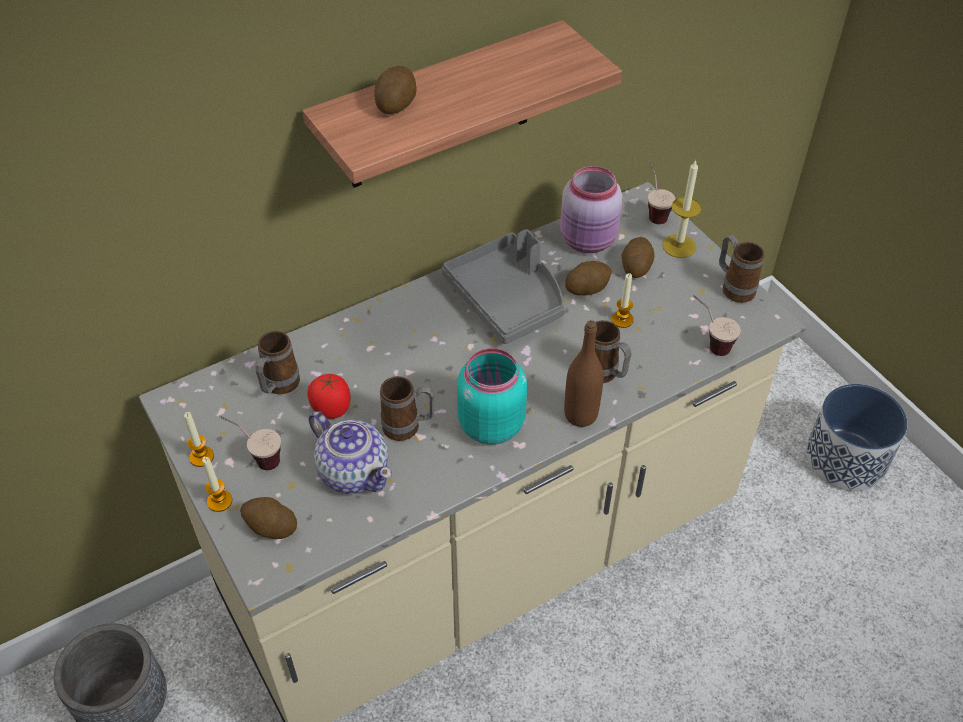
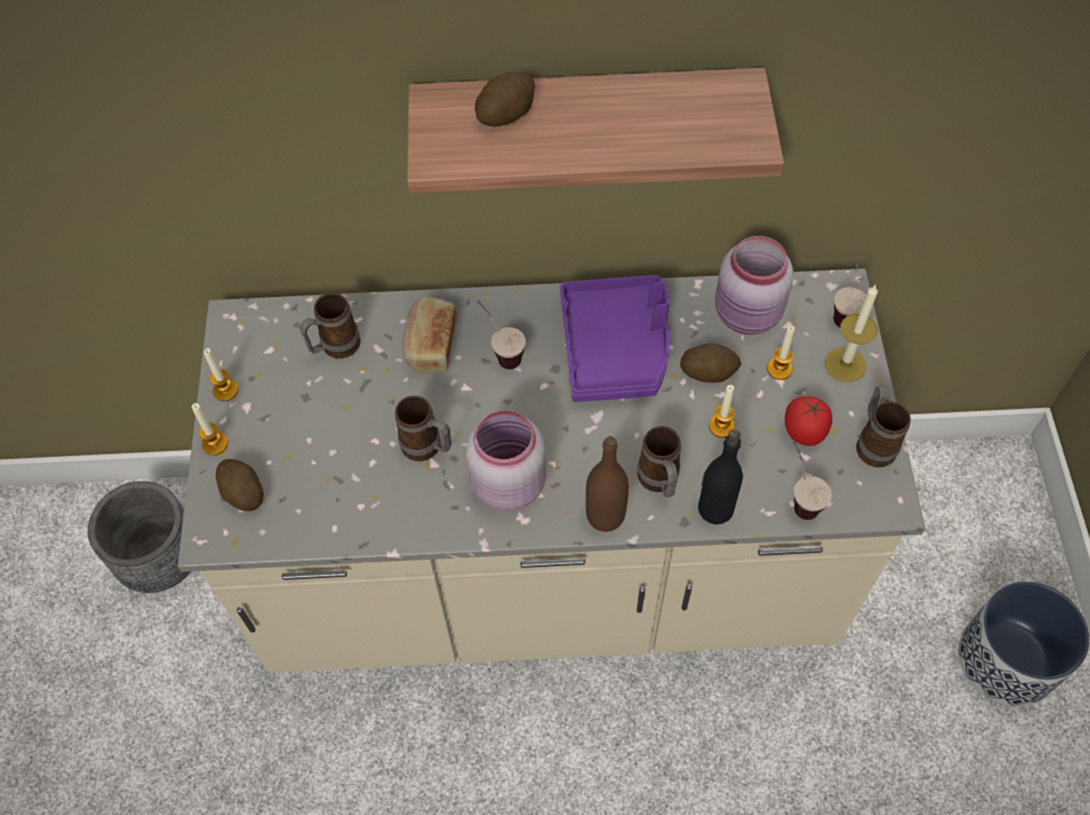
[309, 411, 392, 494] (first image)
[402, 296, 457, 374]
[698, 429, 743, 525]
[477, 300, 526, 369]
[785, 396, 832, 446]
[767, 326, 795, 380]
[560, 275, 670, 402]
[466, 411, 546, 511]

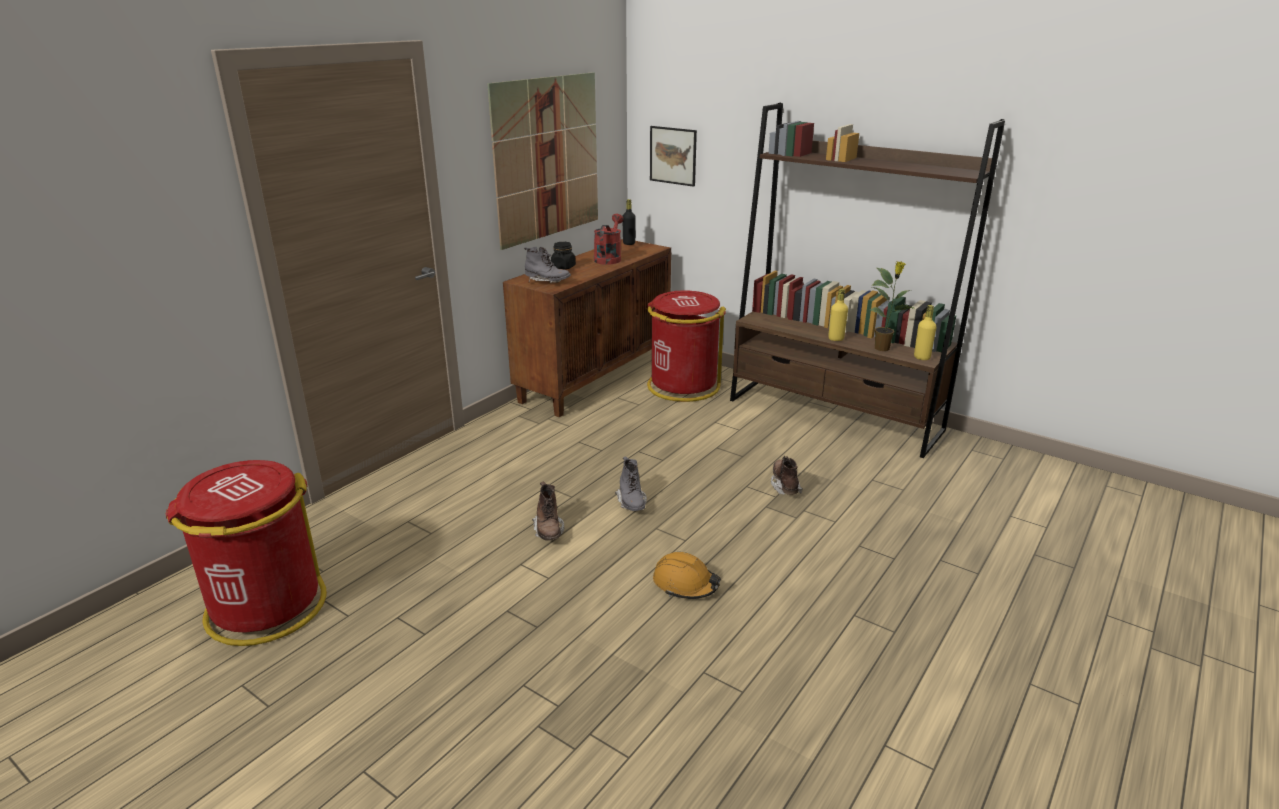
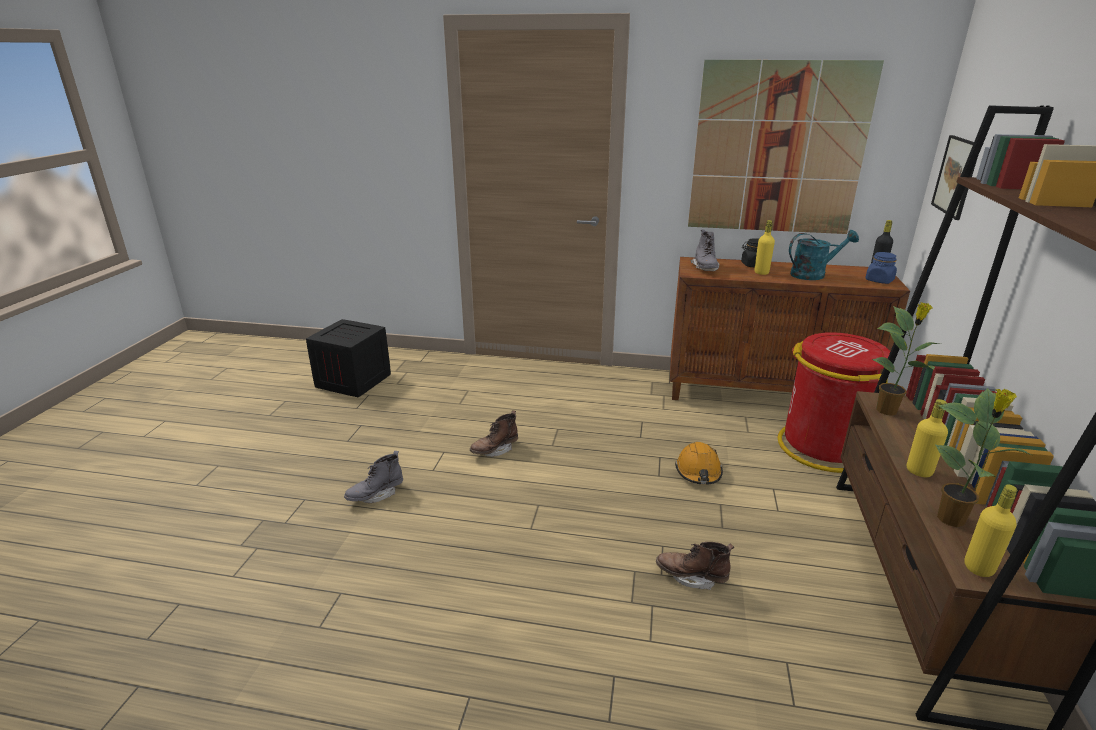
[754, 220, 775, 275]
[865, 252, 897, 284]
[872, 302, 939, 416]
[344, 451, 403, 503]
[675, 442, 723, 485]
[306, 319, 391, 398]
[789, 230, 859, 280]
[656, 542, 734, 590]

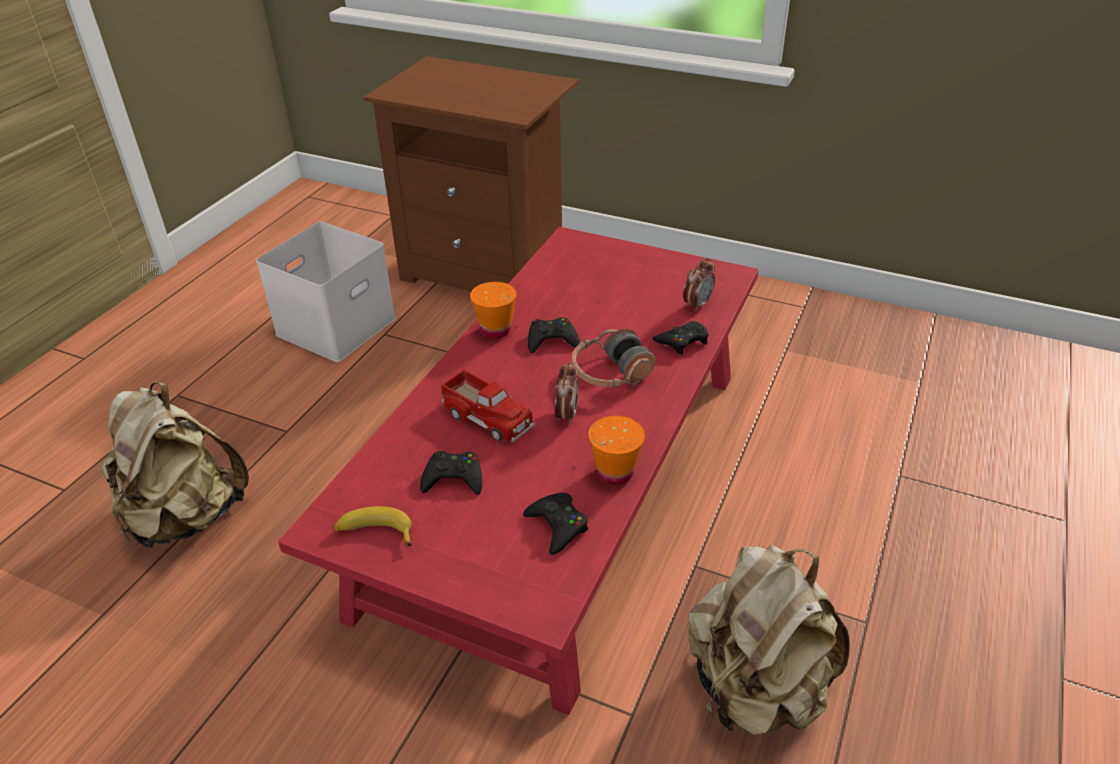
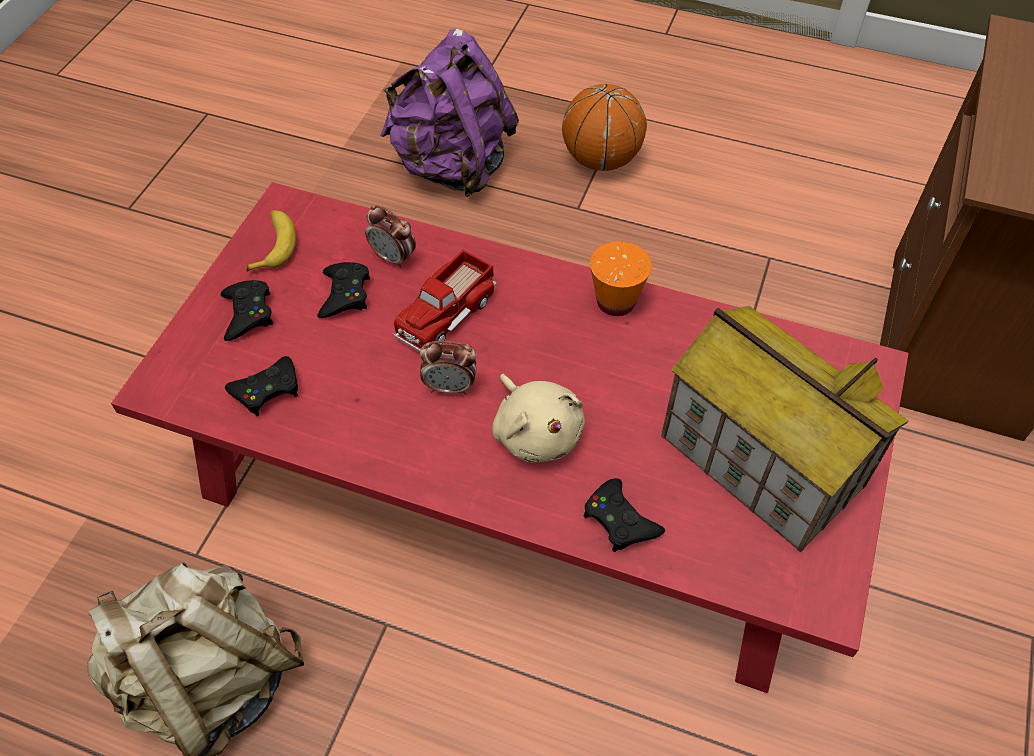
[256, 221, 396, 362] (first image)
[588, 415, 645, 485] (first image)
[562, 84, 647, 171]
[661, 306, 908, 552]
[221, 280, 273, 341]
[365, 205, 416, 269]
[492, 374, 585, 463]
[380, 29, 519, 197]

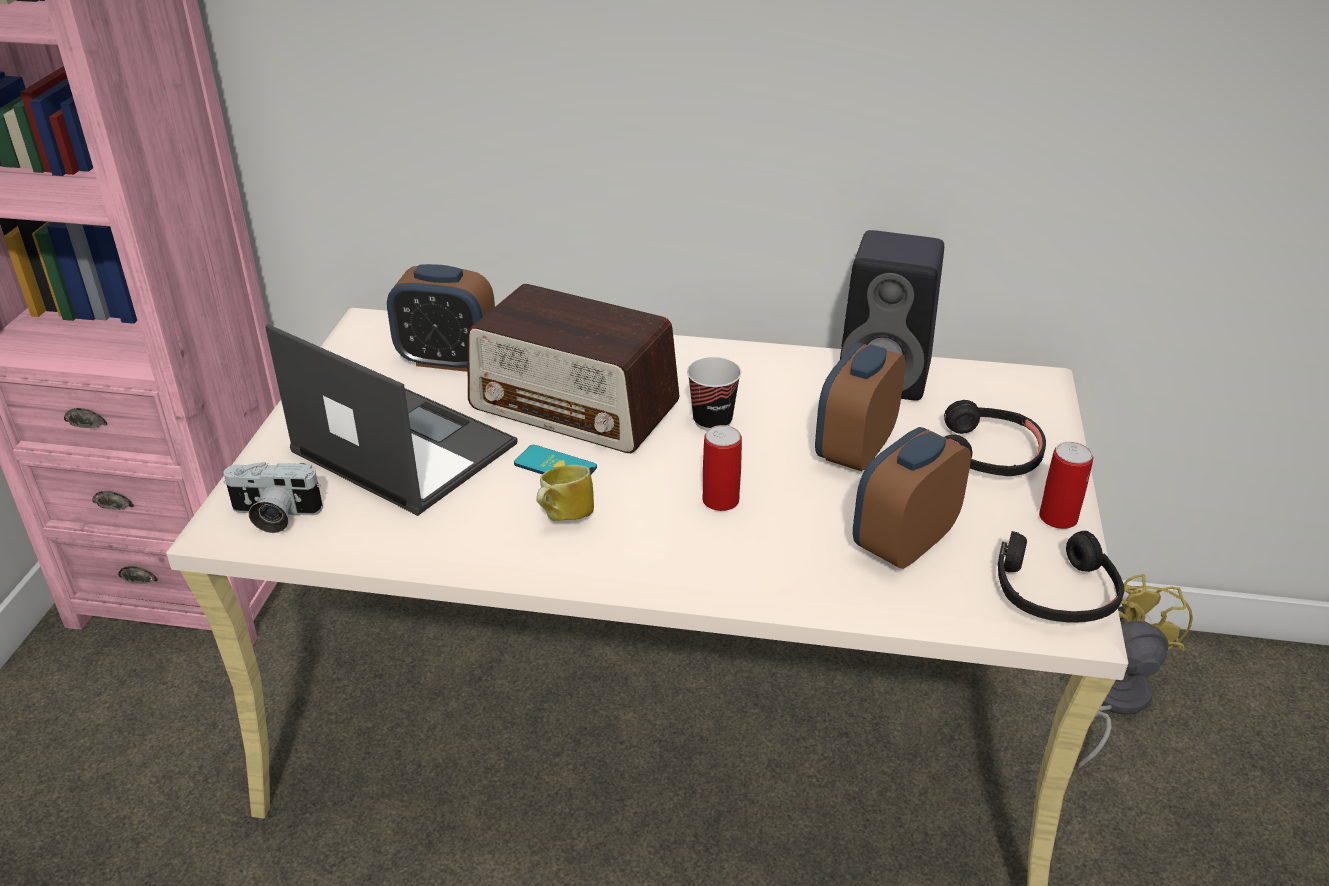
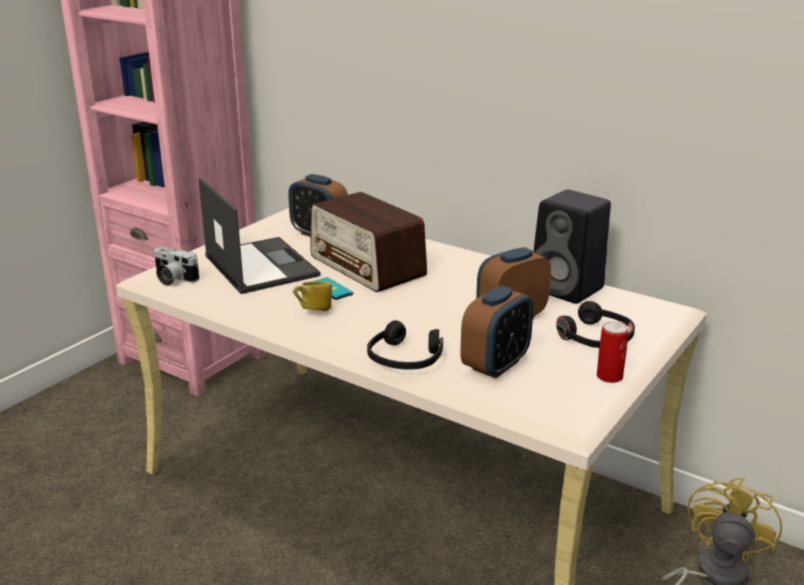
[687, 357, 741, 431] (first image)
[702, 425, 742, 511] (first image)
[367, 320, 443, 370]
[460, 286, 533, 378]

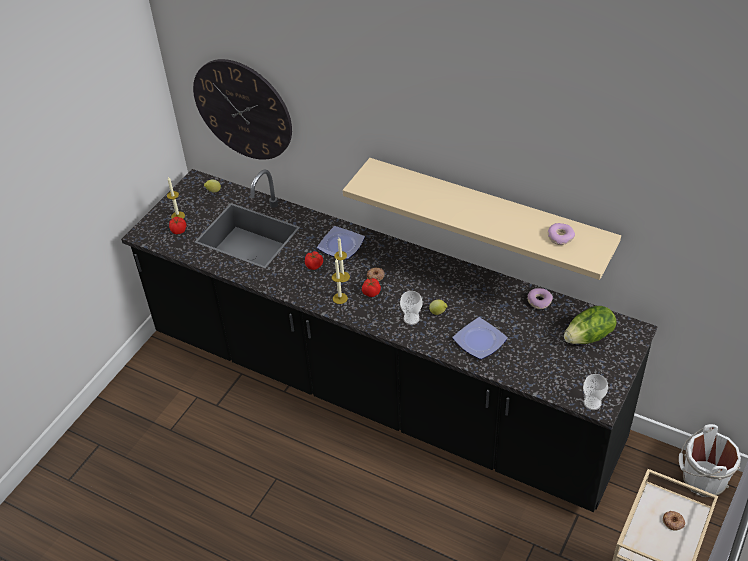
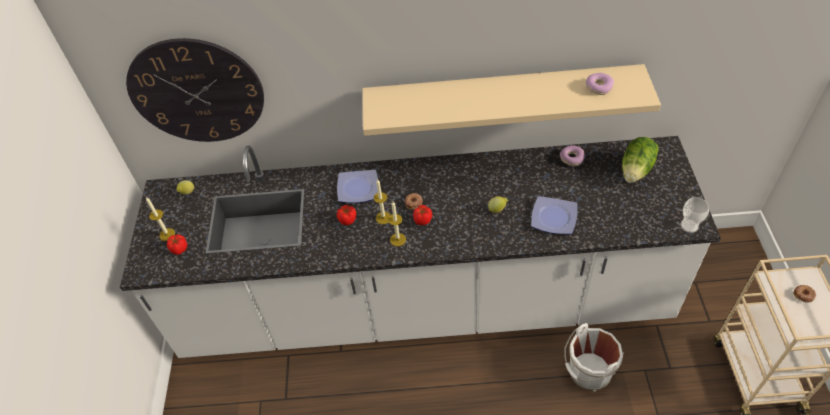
[400, 291, 422, 325] (first image)
[564, 323, 624, 392]
[120, 136, 721, 358]

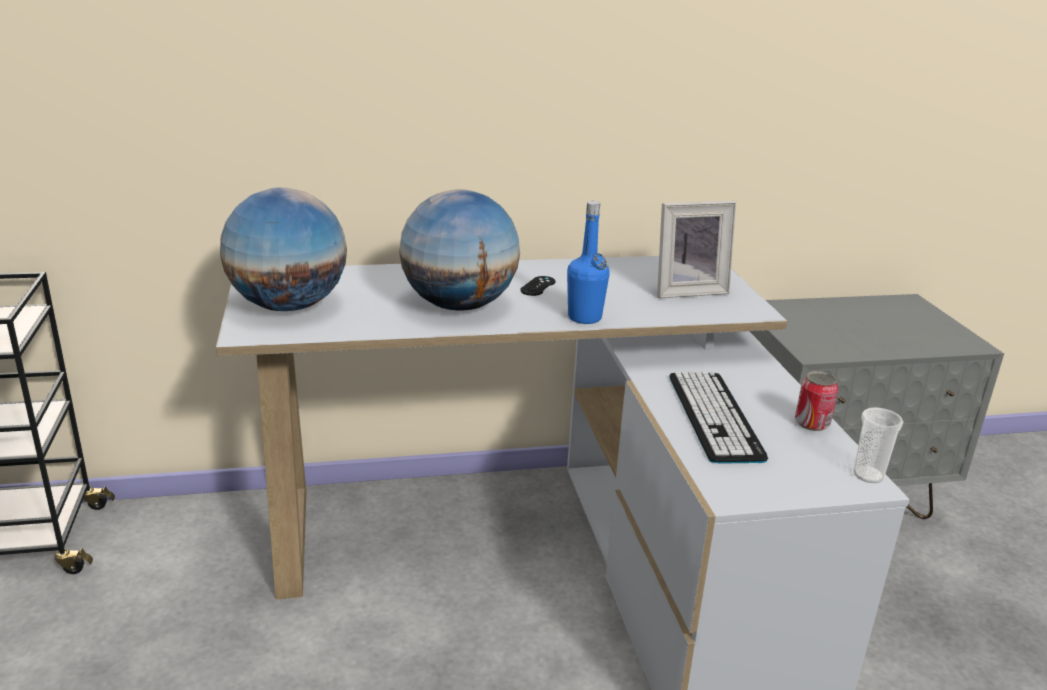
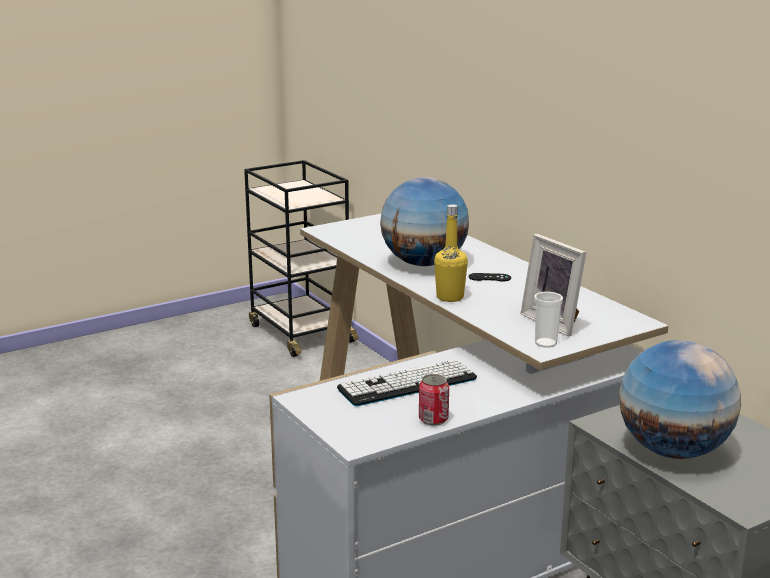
[619, 340, 741, 459]
[534, 292, 563, 348]
[434, 204, 468, 302]

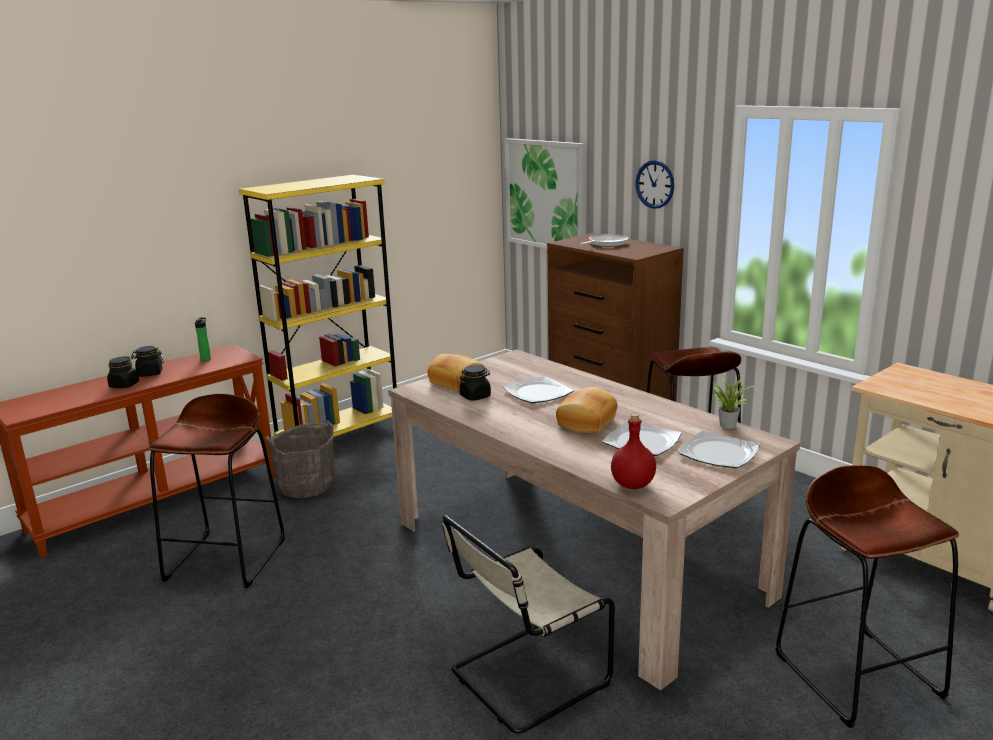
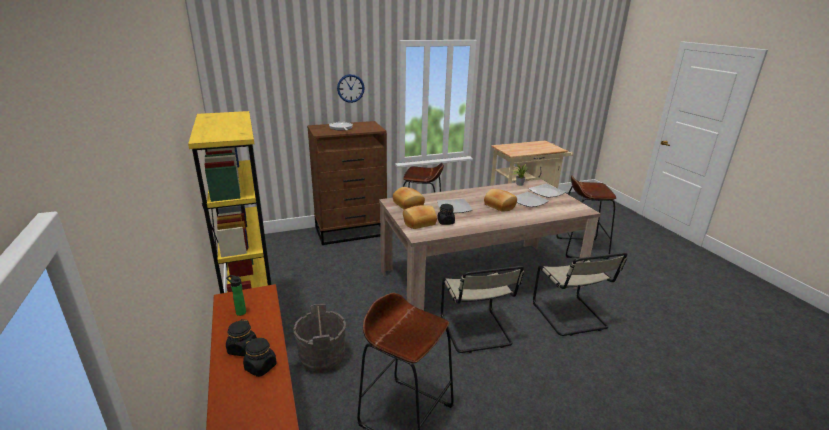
[505, 138, 584, 249] (first image)
[611, 413, 656, 489] (first image)
[393, 187, 425, 210]
[441, 266, 524, 353]

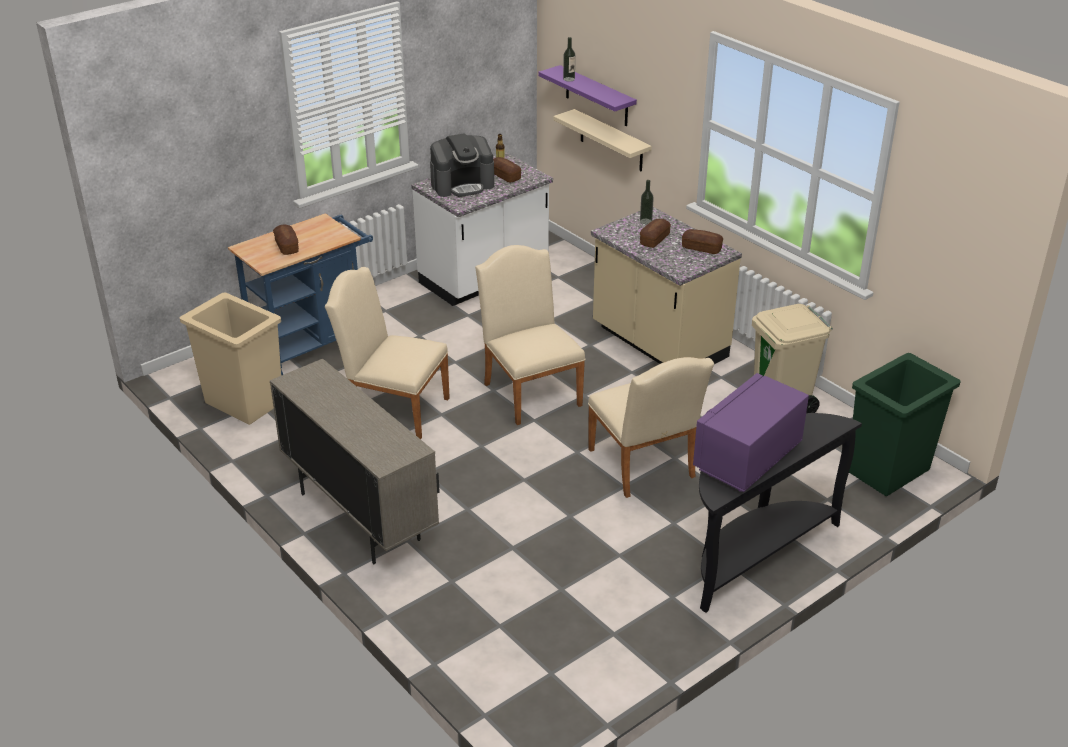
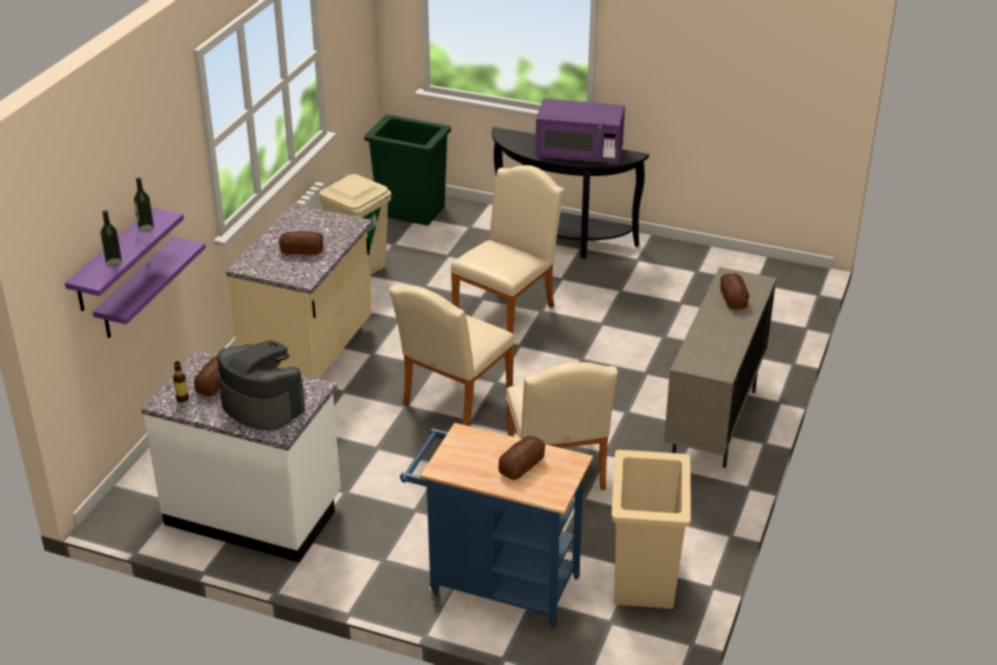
[134, 177, 154, 232]
[720, 273, 749, 309]
[93, 237, 206, 338]

